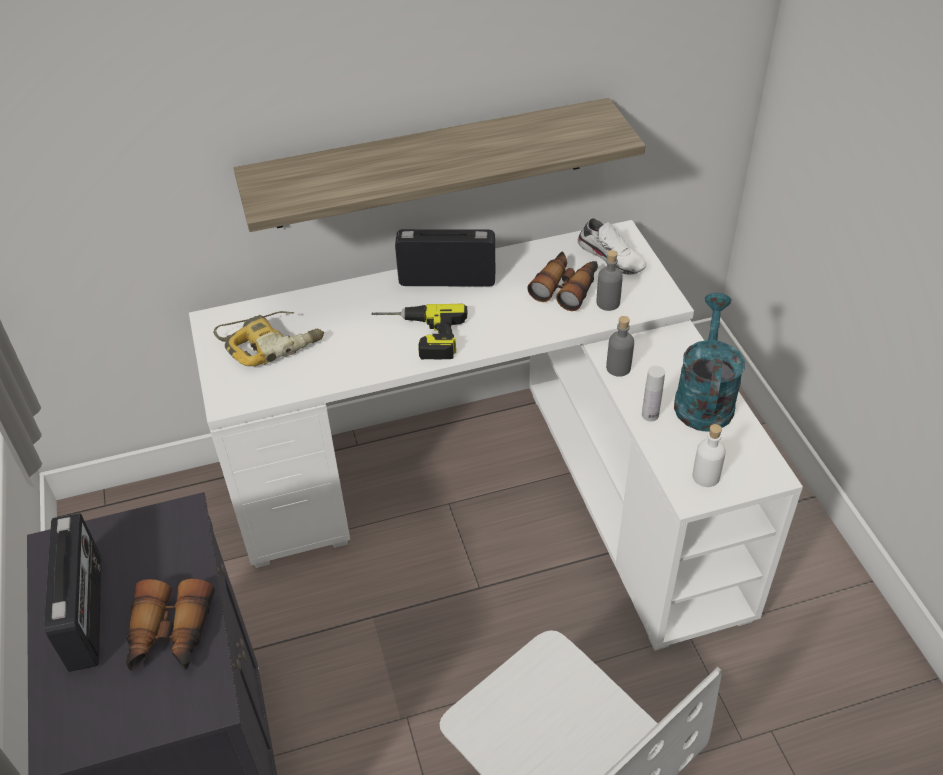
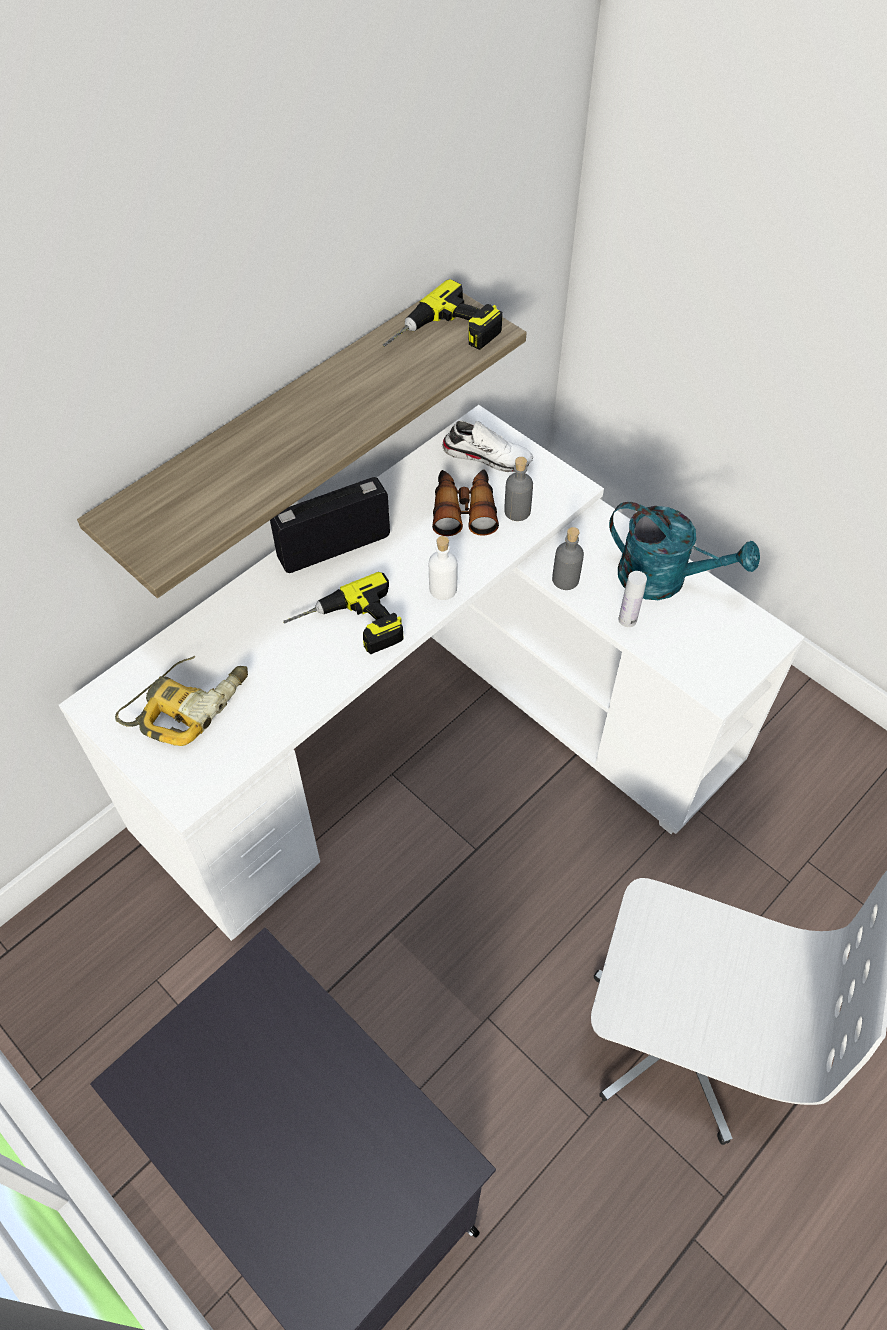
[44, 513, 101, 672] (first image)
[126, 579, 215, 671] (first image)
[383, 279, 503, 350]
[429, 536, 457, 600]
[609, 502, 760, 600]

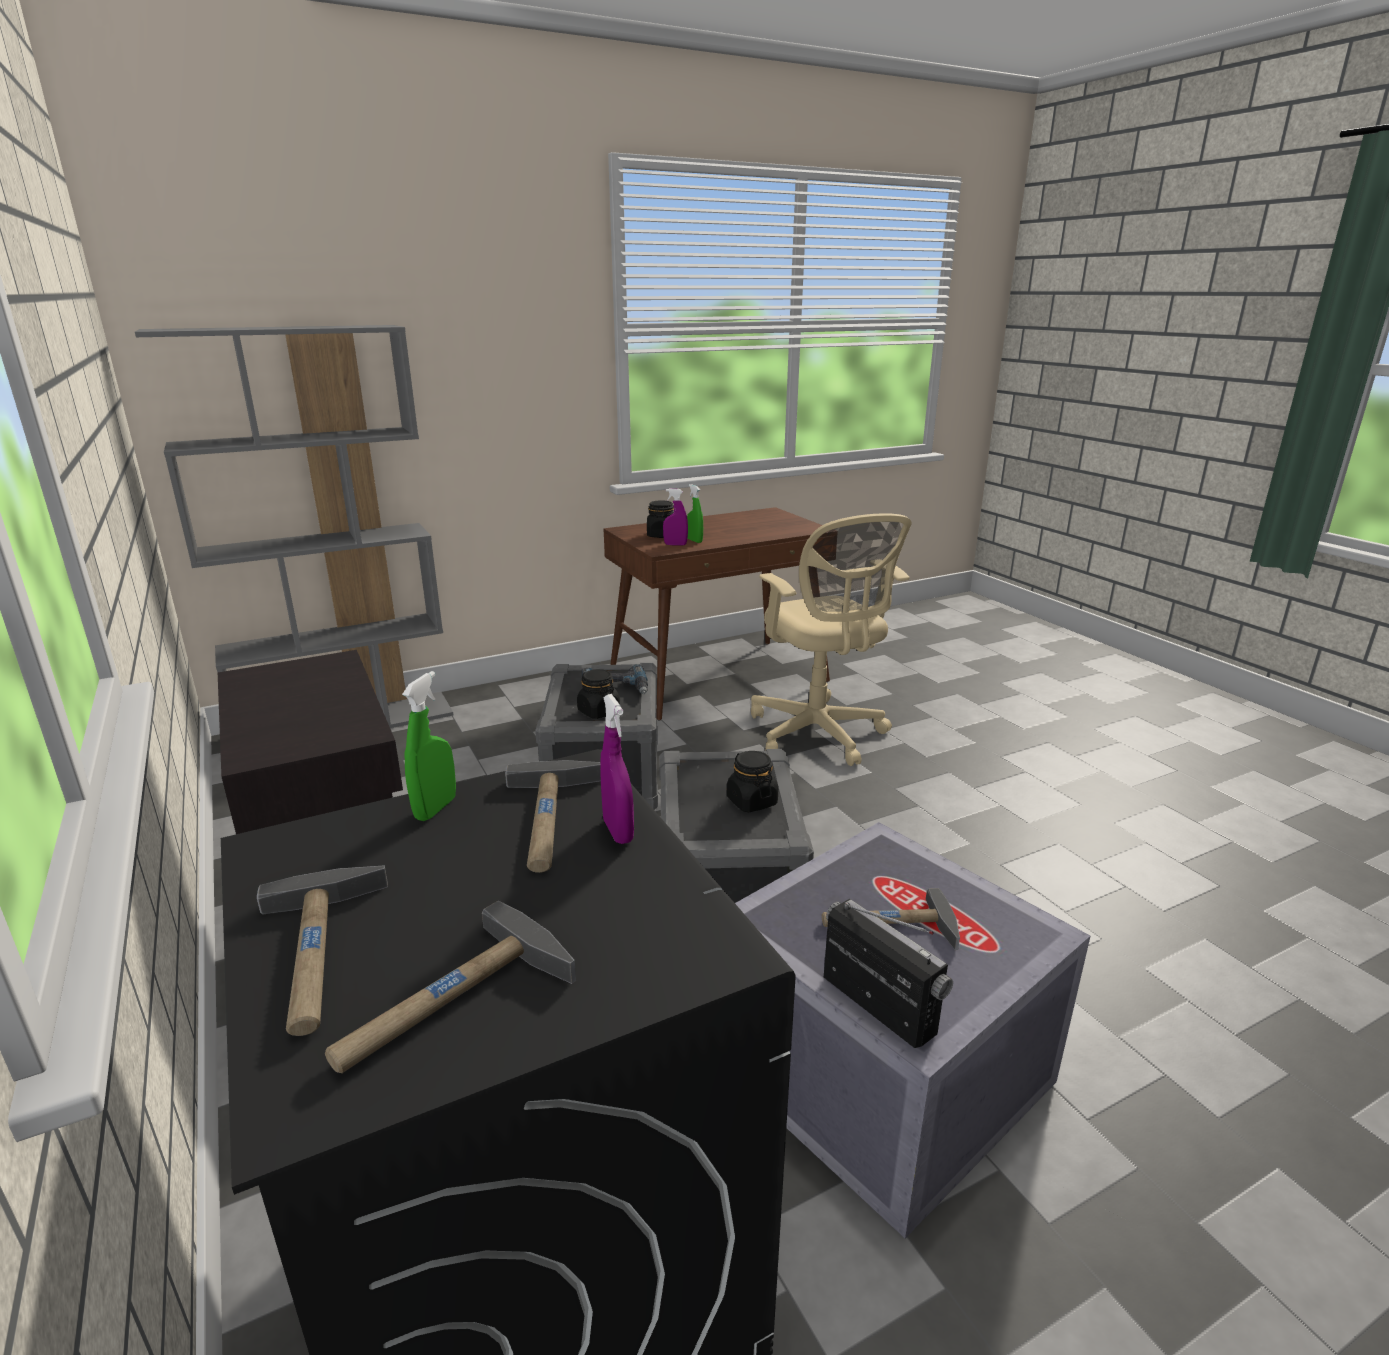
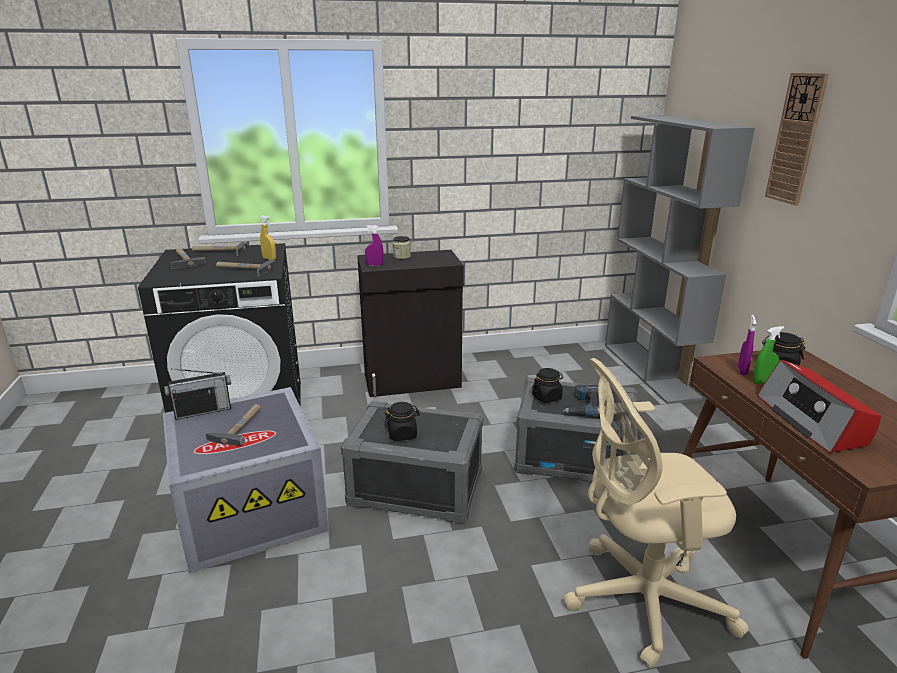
[393, 236, 411, 259]
[757, 360, 882, 453]
[765, 73, 829, 205]
[365, 225, 384, 266]
[260, 215, 276, 260]

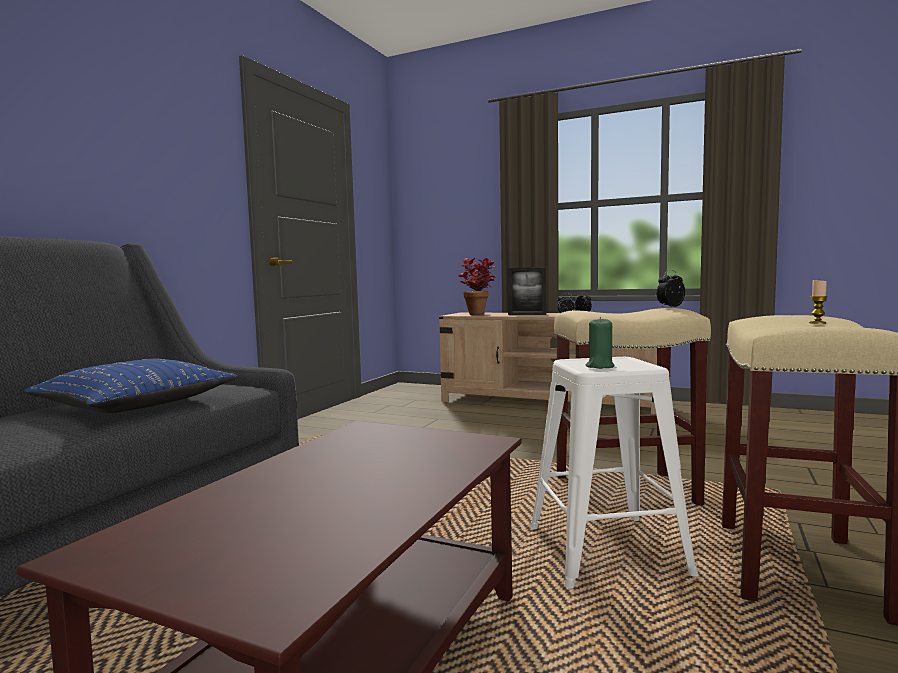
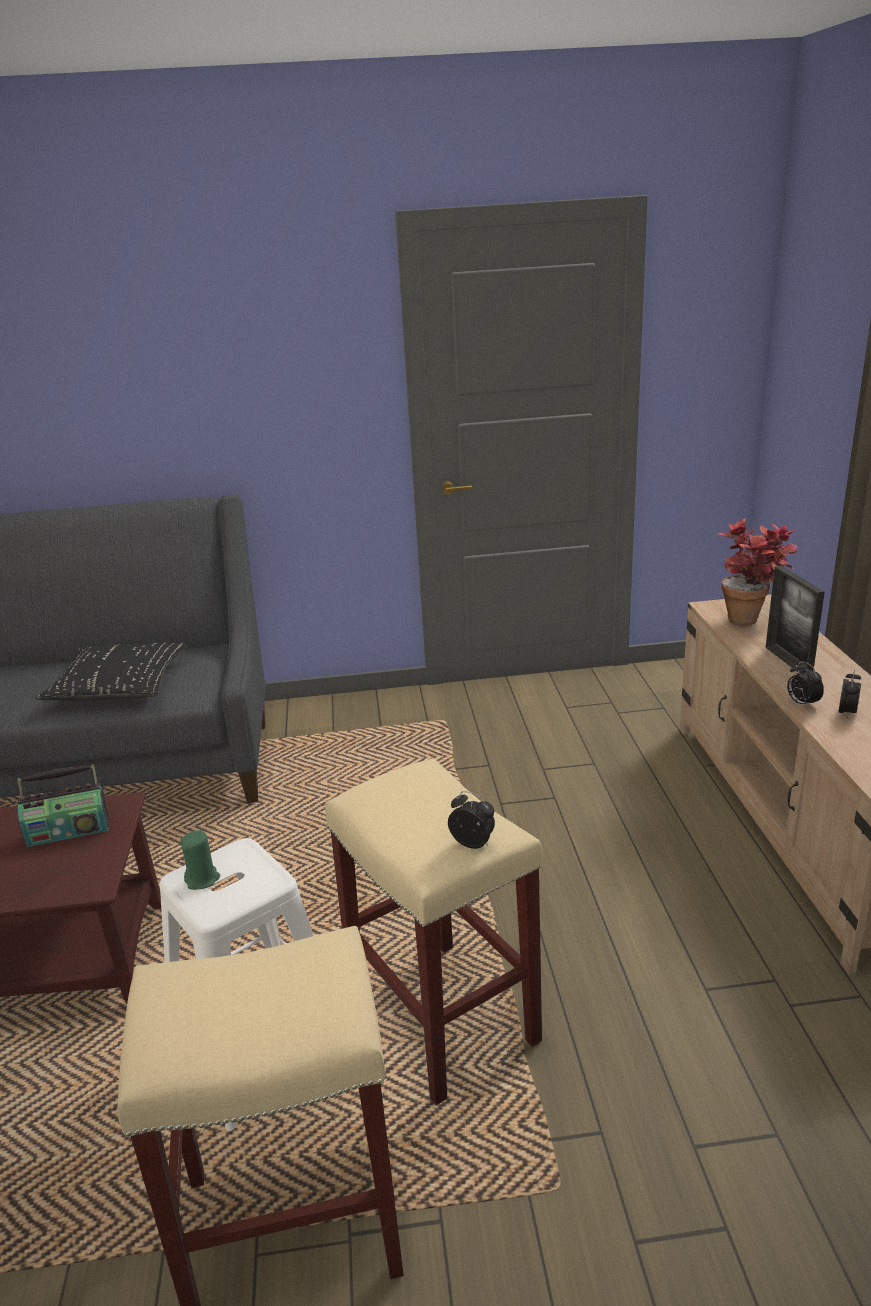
[809, 280, 828, 324] (first image)
[17, 764, 110, 847]
[36, 643, 188, 701]

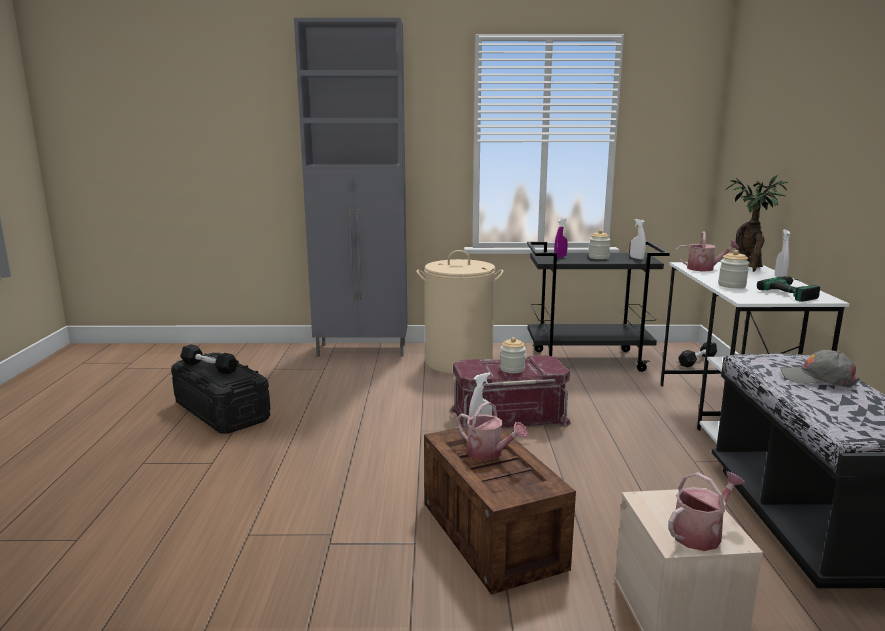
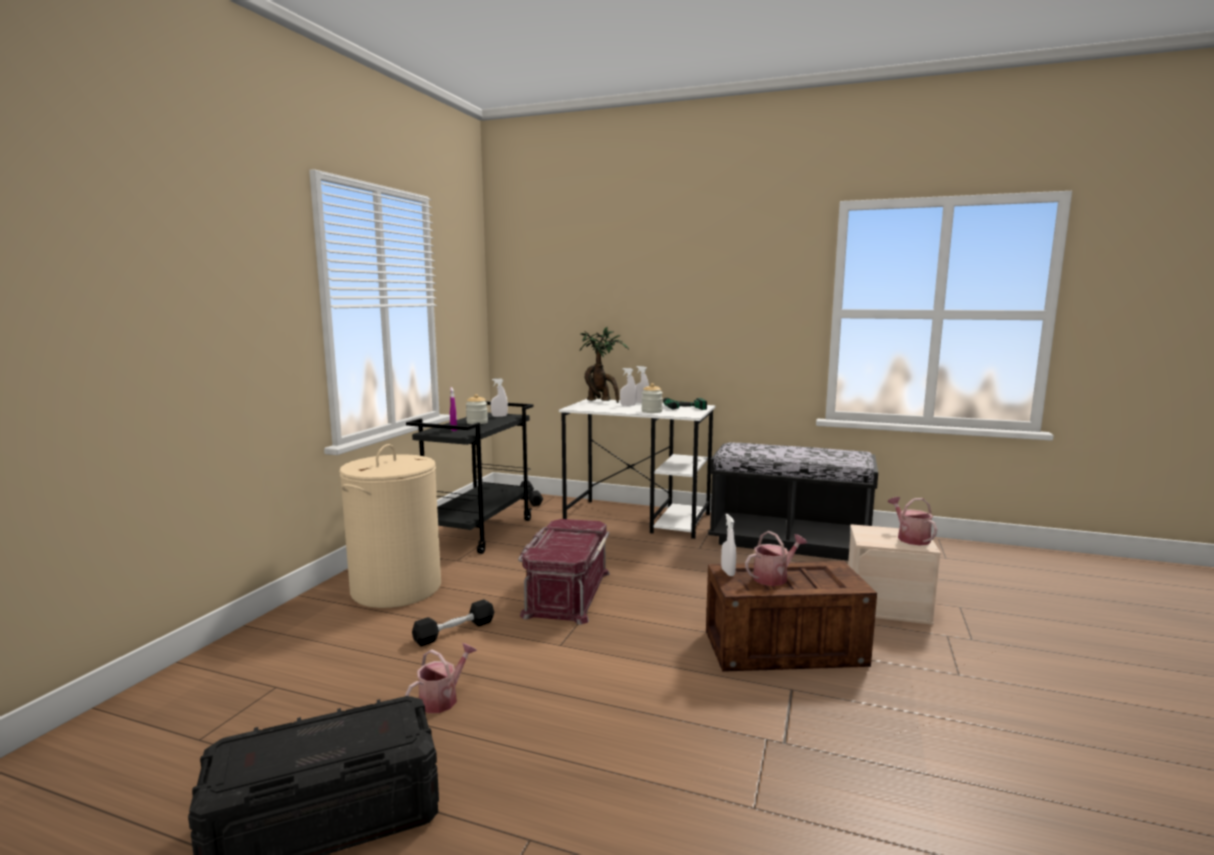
[294, 18, 408, 357] (first image)
[500, 337, 526, 373] (first image)
[781, 350, 860, 388] (first image)
[620, 368, 637, 406]
[412, 599, 494, 647]
[405, 643, 477, 713]

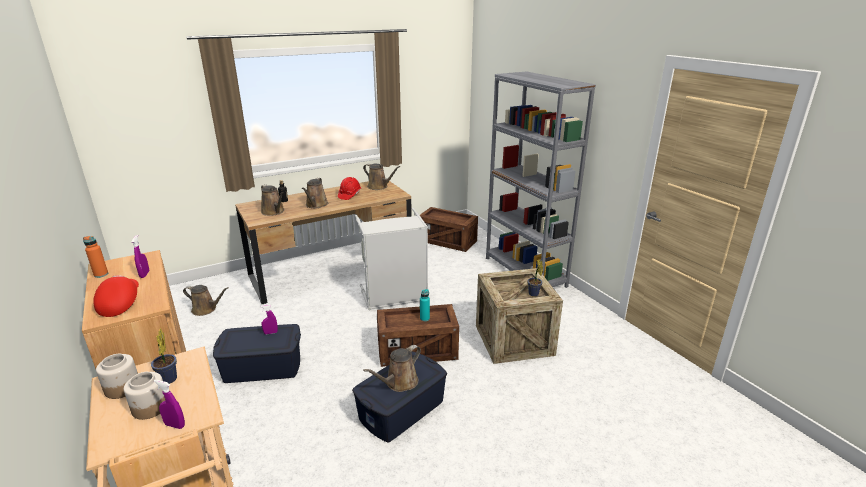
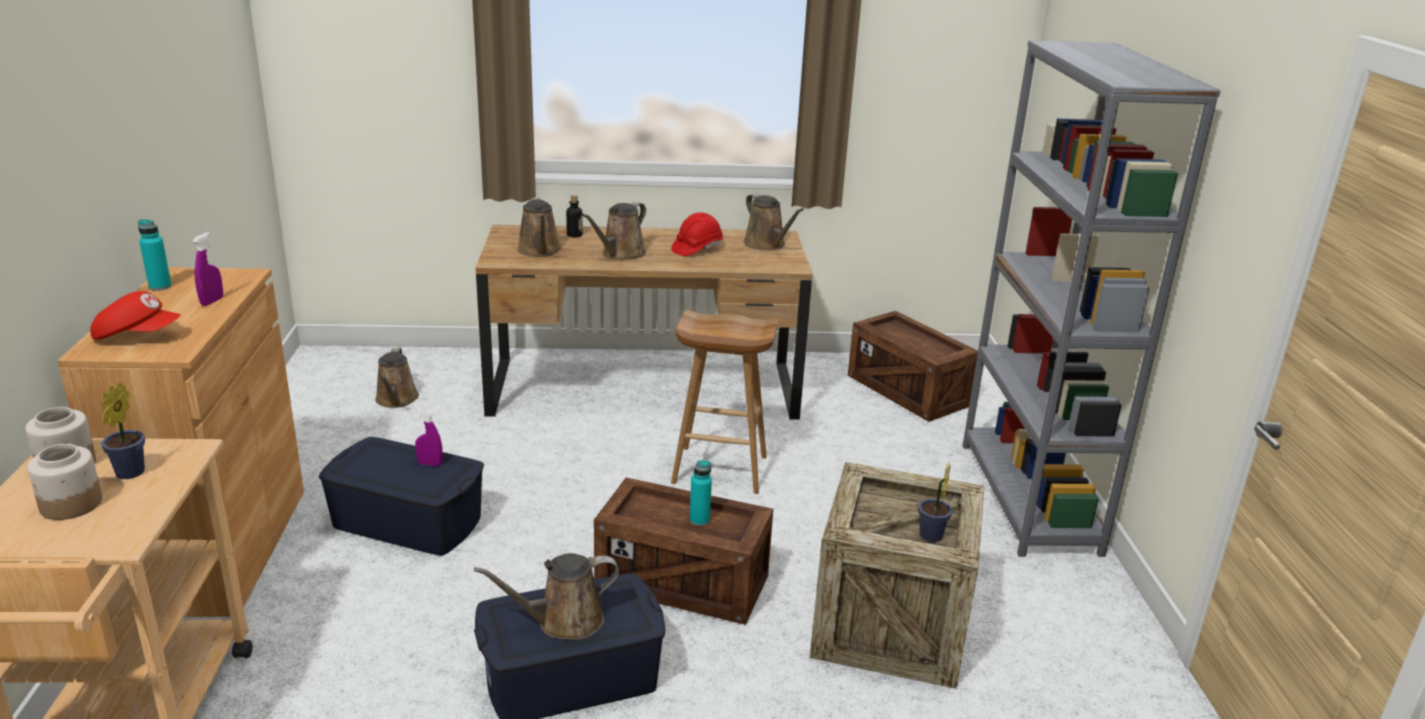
[154, 380, 185, 429] (first image)
[671, 310, 778, 494]
[138, 219, 172, 291]
[90, 291, 180, 340]
[375, 348, 419, 408]

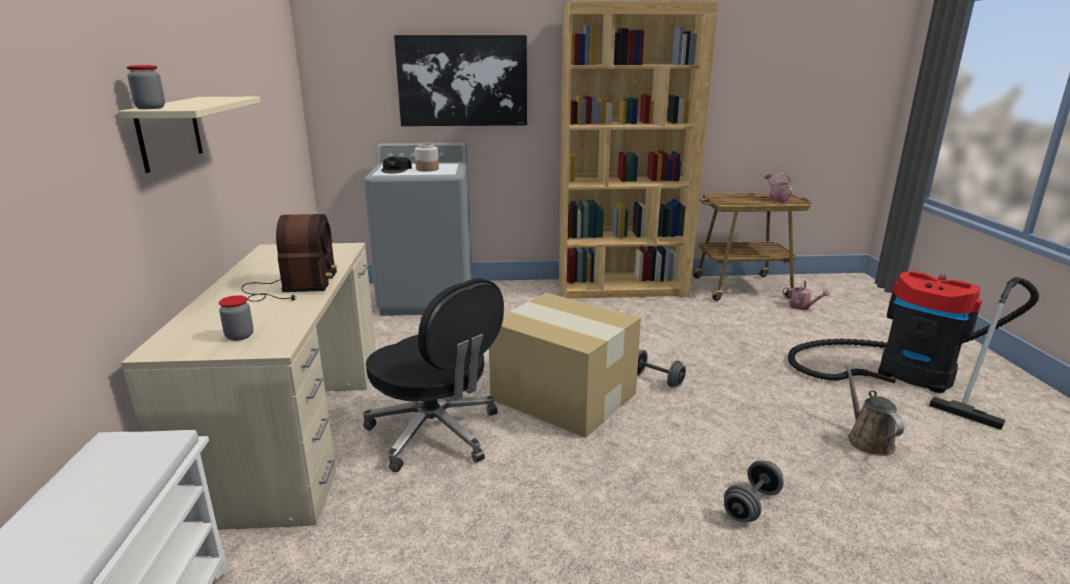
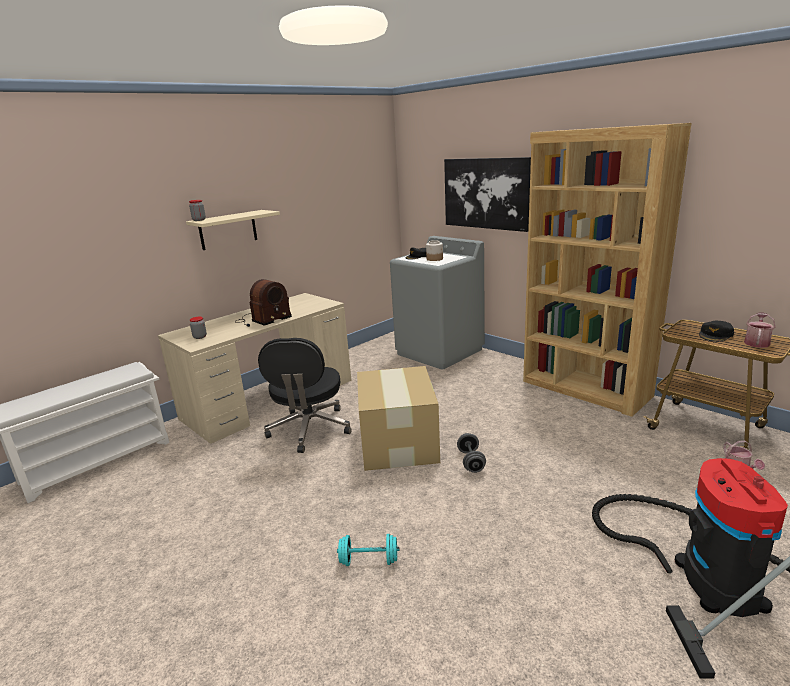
[845, 365, 904, 456] (first image)
[699, 321, 734, 342]
[337, 534, 399, 566]

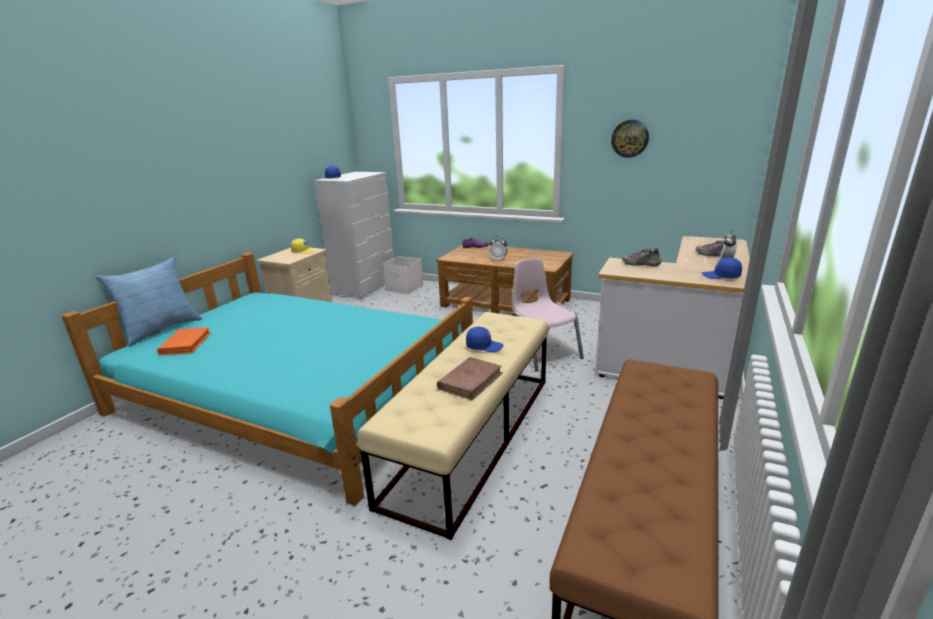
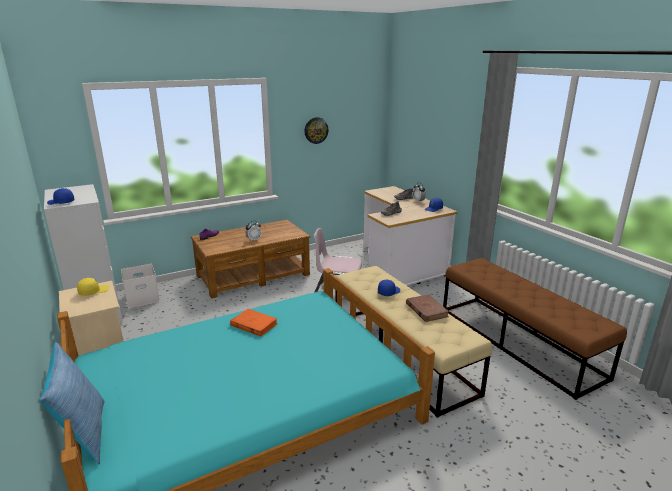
[230, 309, 278, 336]

